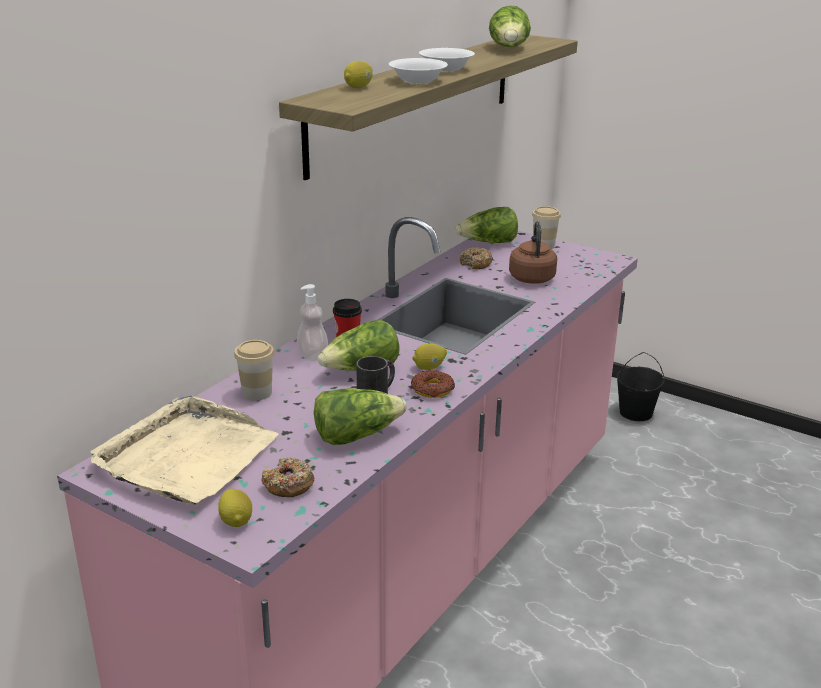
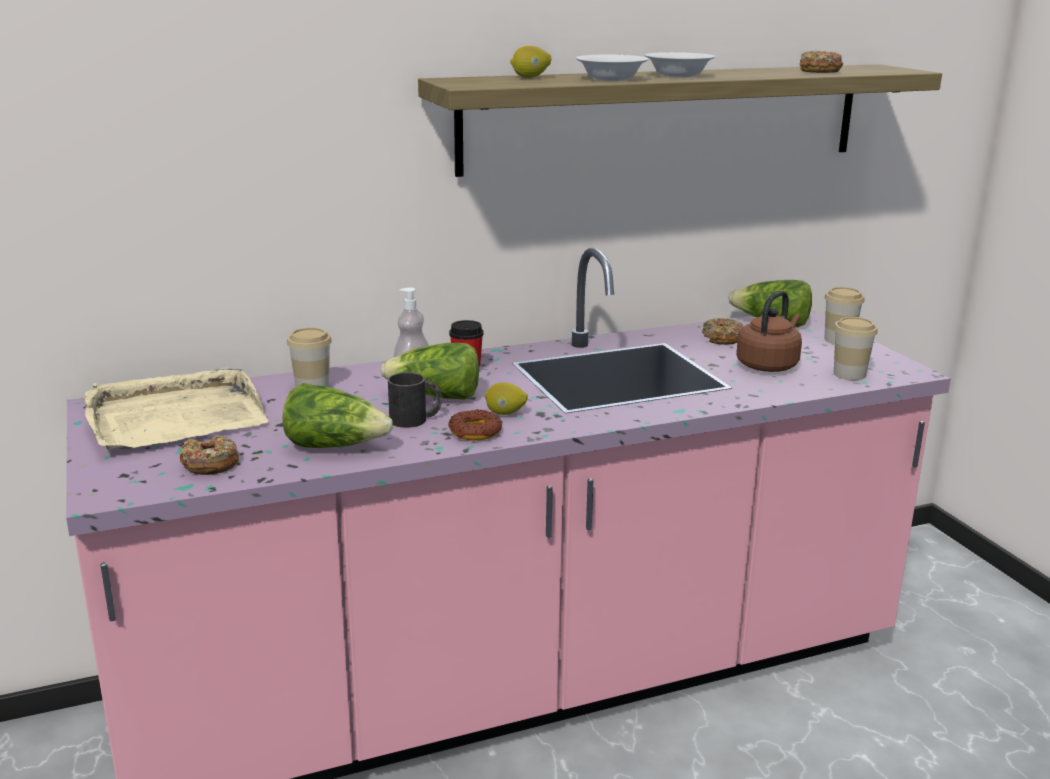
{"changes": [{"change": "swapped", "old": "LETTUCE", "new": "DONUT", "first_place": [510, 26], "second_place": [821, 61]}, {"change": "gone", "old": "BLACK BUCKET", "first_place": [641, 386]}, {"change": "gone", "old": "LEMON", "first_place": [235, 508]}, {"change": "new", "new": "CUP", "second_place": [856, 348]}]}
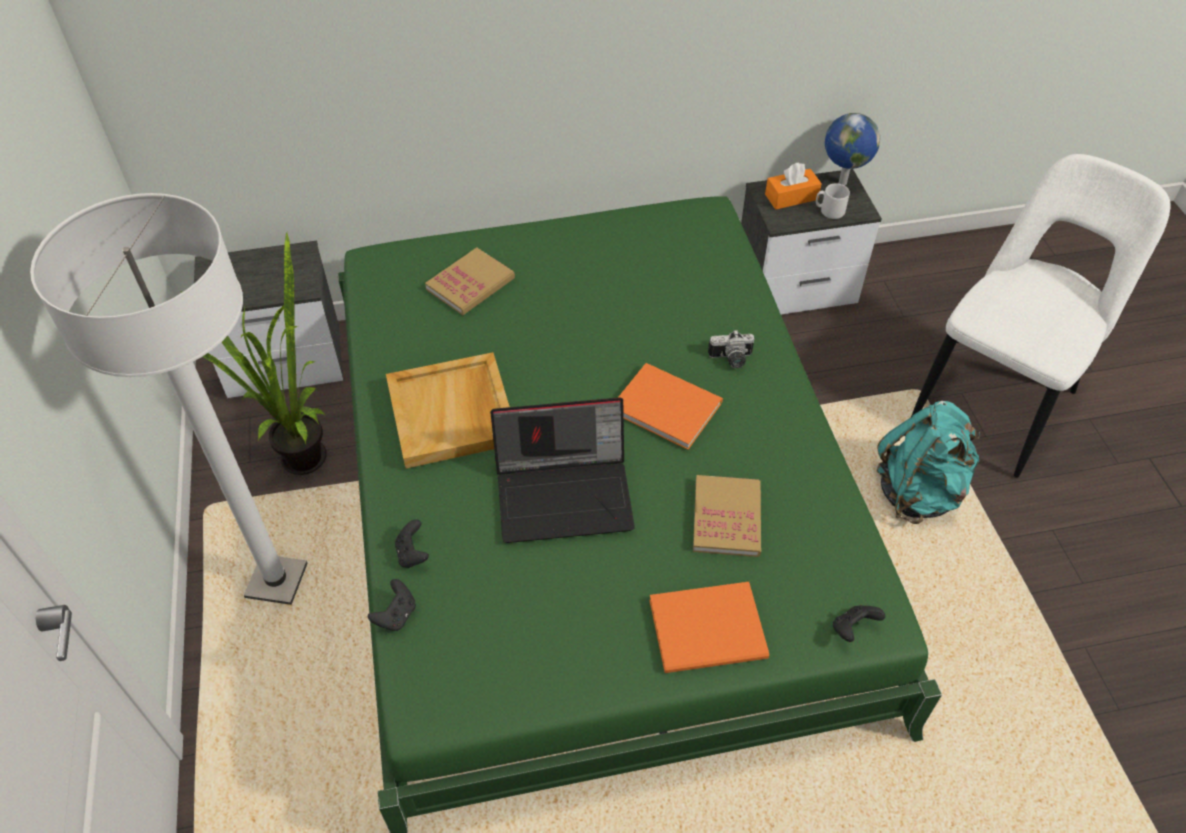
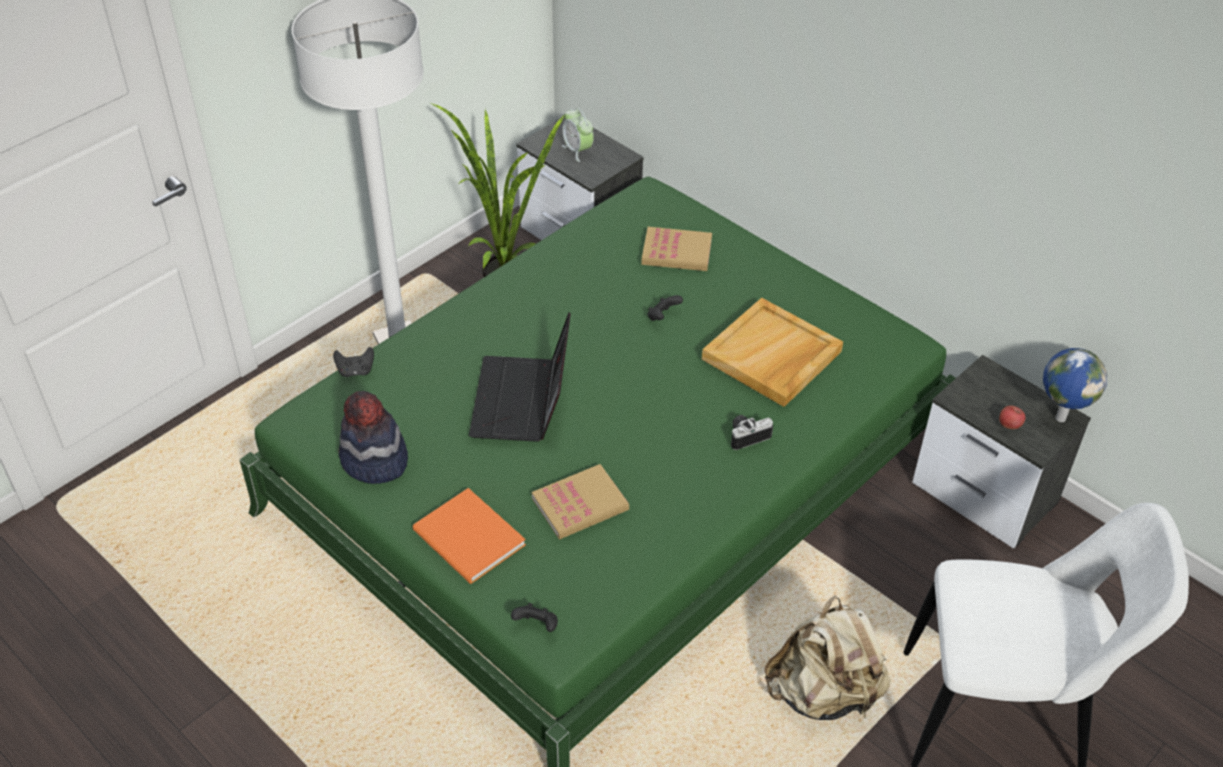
{"changes": [{"change": "gone", "old": "ORANGE TISSUE BOX", "first_place": [793, 186]}, {"change": "swapped", "old": "GREY MUG", "new": "APPLE", "first_place": [833, 201], "second_place": [1012, 417]}, {"change": "rotated", "old": "PHOTO CAMERA", "first_place": [731, 349], "second_place": [752, 432], "degrees": 105}, {"change": "shifted", "old": "BEIGE TRAY", "first_place": [448, 410], "second_place": [772, 352]}, {"change": "gone", "old": "ORANGE BOOK", "first_place": [670, 406]}, {"change": "rotated", "old": "LAPTOP", "first_place": [562, 470], "second_place": [520, 377], "degrees": 45}, {"change": "repainted", "old": "TURQUOISE BACKPACK", "new": "BEIGE BACKPACK", "first_place": [928, 462], "second_place": [827, 658]}, {"change": "shifted", "old": "BLACK GAME CONTROLLER", "first_place": [412, 543], "second_place": [665, 308]}, {"change": "new", "new": "ALARM CLOCK", "second_place": [578, 135]}, {"change": "new", "new": "HAT", "second_place": [373, 437]}]}
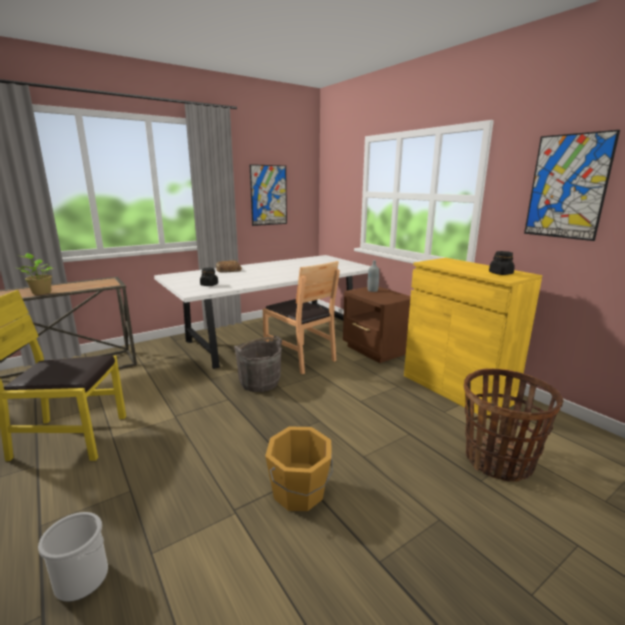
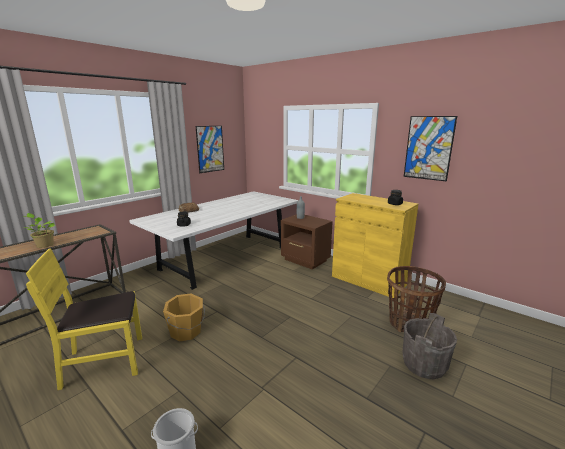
{"changes": [{"change": "gone", "old": "BROWN CHAIR", "first_place": [301, 317]}, {"change": "shifted", "old": "GREY BUCKET", "first_place": [258, 364], "second_place": [430, 346]}, {"change": "shifted", "old": "ORANGE BUCKET", "first_place": [299, 468], "second_place": [184, 317]}]}
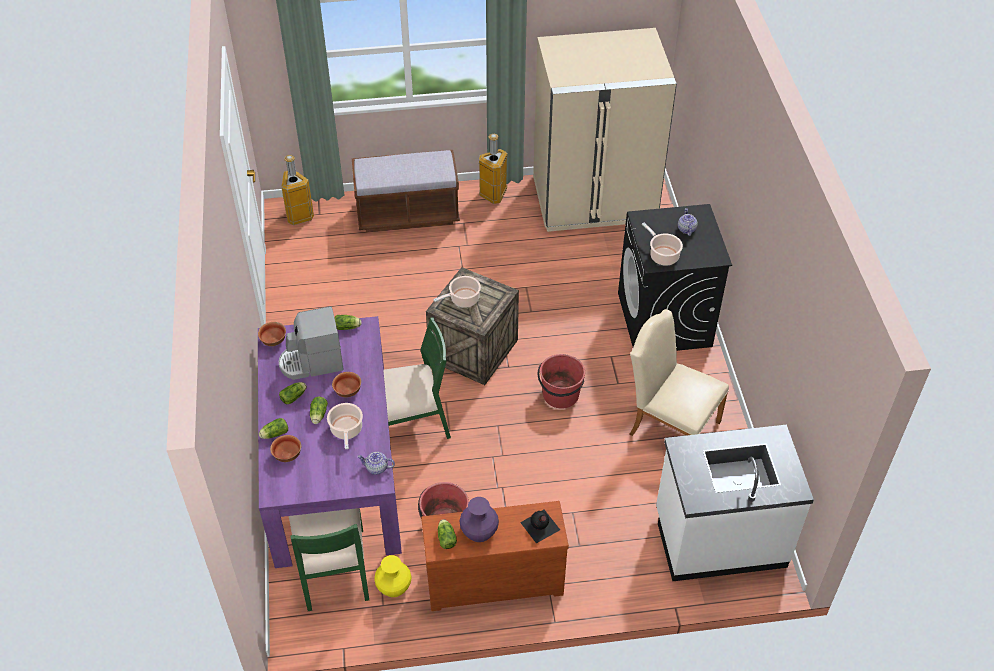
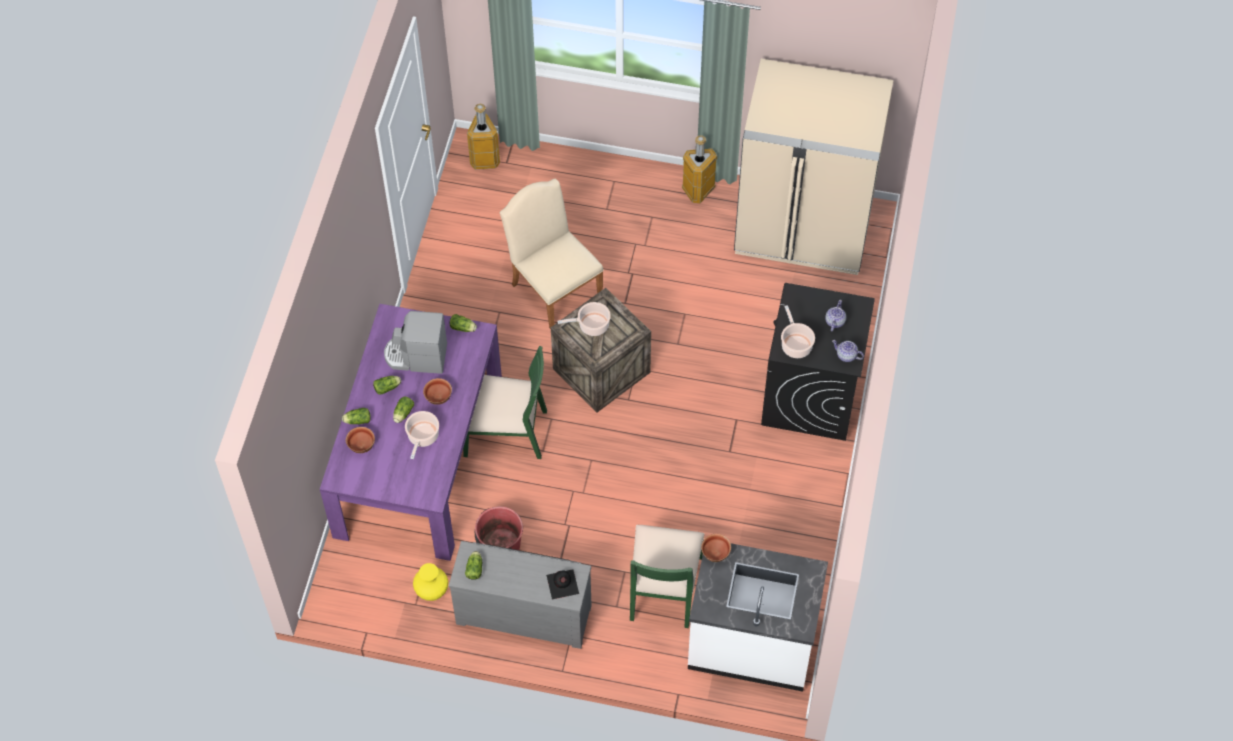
{"changes": [{"change": "gone", "old": "BROWN BENCH", "first_place": [406, 191]}, {"change": "shifted", "old": "BEIGE CHAIR", "first_place": [679, 372], "second_place": [552, 254]}, {"change": "shifted", "old": "BOWL", "first_place": [272, 334], "second_place": [716, 548]}, {"change": "gone", "old": "RED BUCKET", "first_place": [561, 381]}, {"change": "shifted", "old": "TEAPOT", "first_place": [376, 463], "second_place": [848, 351]}, {"change": "gone", "old": "PURPLE VASE", "first_place": [479, 519]}, {"change": "repainted", "old": "BROWN DRESSER", "new": "GREY DRESSER", "first_place": [495, 556], "second_place": [520, 595]}, {"change": "shifted", "old": "GREEN CHAIR", "first_place": [329, 559], "second_place": [667, 576]}]}
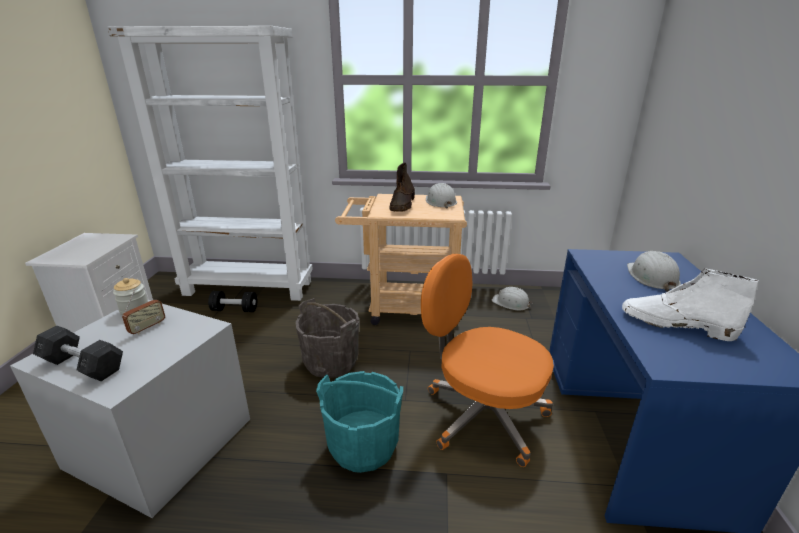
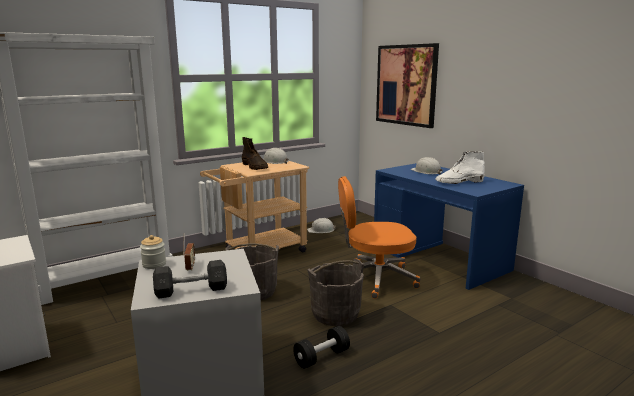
{"changes": [{"change": "shifted", "old": "BLACK DUMBBELL", "first_place": [232, 301], "second_place": [321, 347]}, {"change": "repainted", "old": "TURQUOISE BUCKET", "new": "GREY BUCKET", "first_place": [359, 422], "second_place": [335, 292]}, {"change": "new", "new": "PICTURE", "second_place": [407, 85]}]}
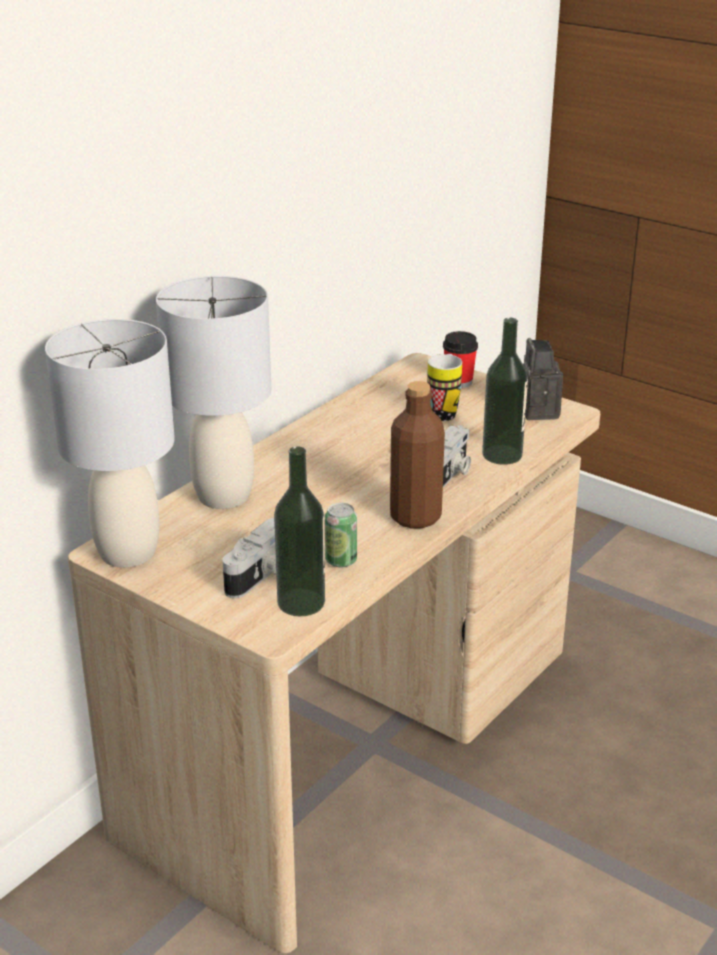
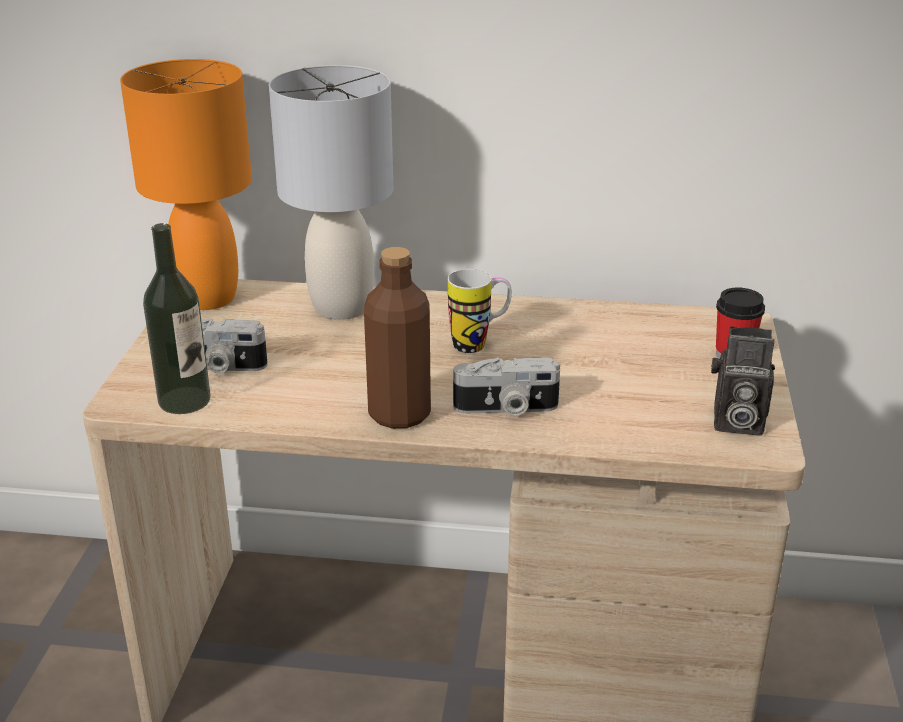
{"changes": [{"change": "gone", "old": "BOTTLE", "first_place": [505, 391]}, {"change": "repainted", "old": "GREY TABLE LAMP", "new": "ORANGE TABLE LAMP", "first_place": [110, 443], "second_place": [186, 184]}, {"change": "rotated", "old": "PHOTO CAMERA", "first_place": [543, 379], "second_place": [743, 381], "degrees": -135}, {"change": "shifted", "old": "MUG", "first_place": [445, 387], "second_place": [480, 311]}, {"change": "gone", "old": "CAN", "first_place": [341, 535]}]}
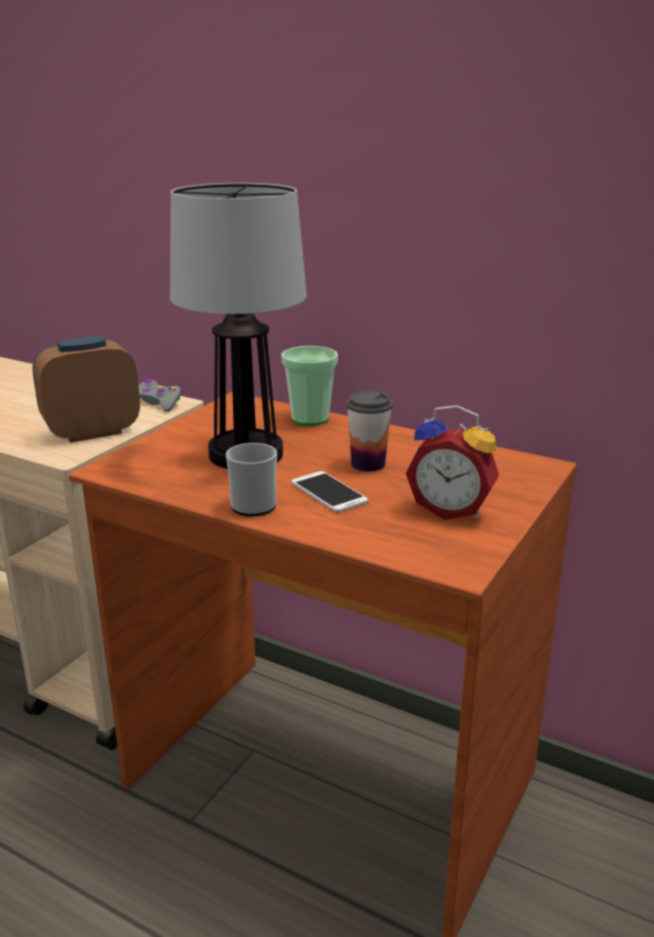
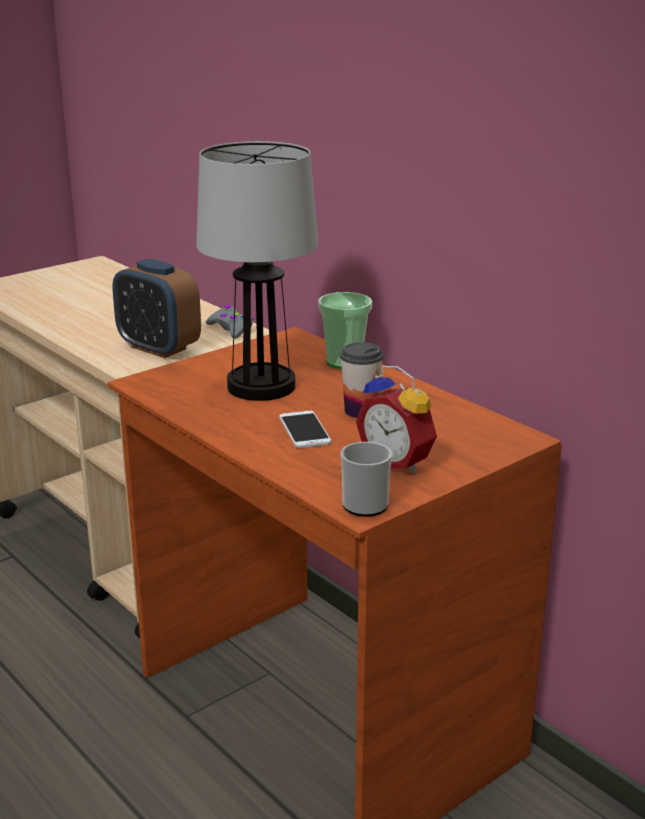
{"changes": [{"change": "rotated", "old": "ALARM CLOCK", "first_place": [86, 389], "second_place": [156, 308], "degrees": -135}, {"change": "shifted", "old": "MUG", "first_place": [251, 479], "second_place": [366, 479]}]}
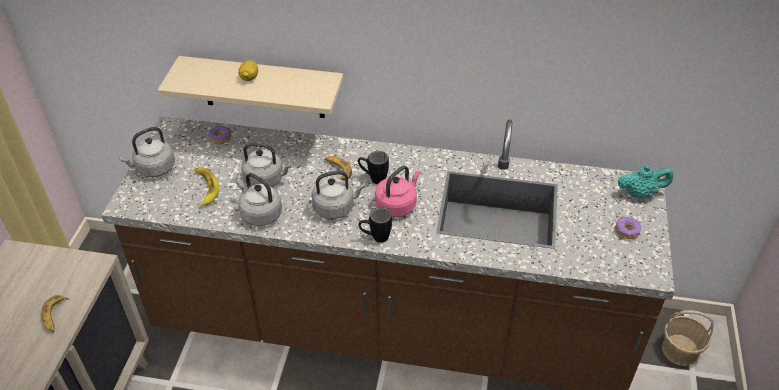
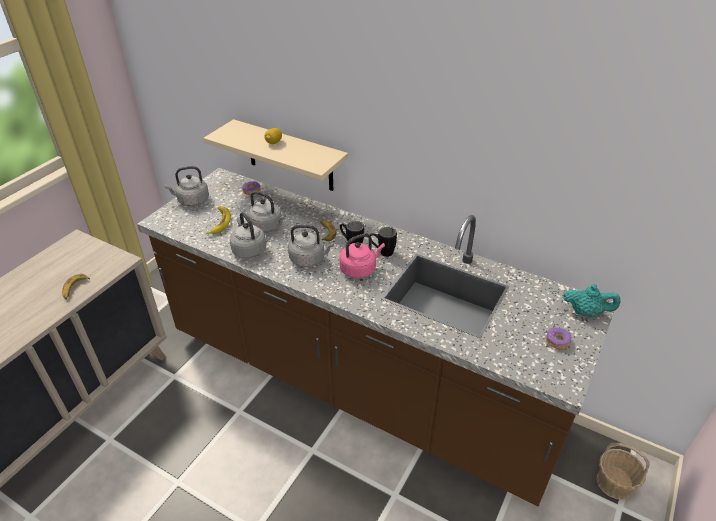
{"changes": [{"change": "shifted", "old": "BLACK MUG", "first_place": [375, 225], "second_place": [383, 242]}]}
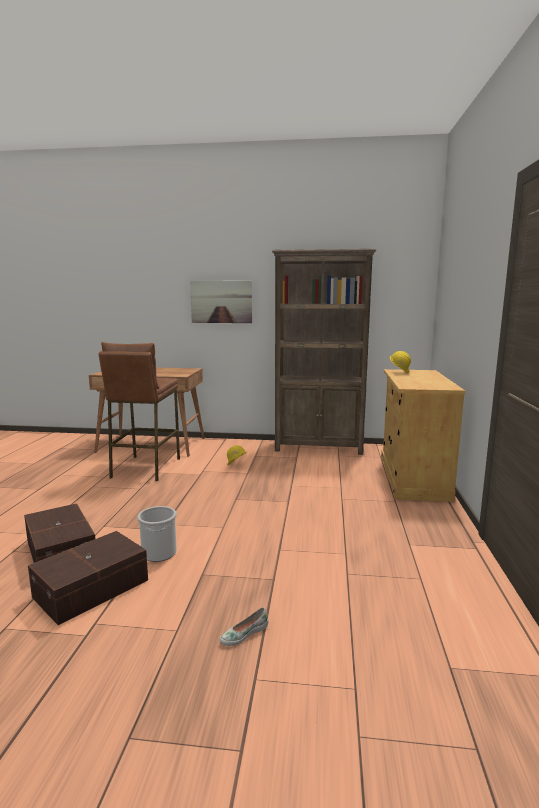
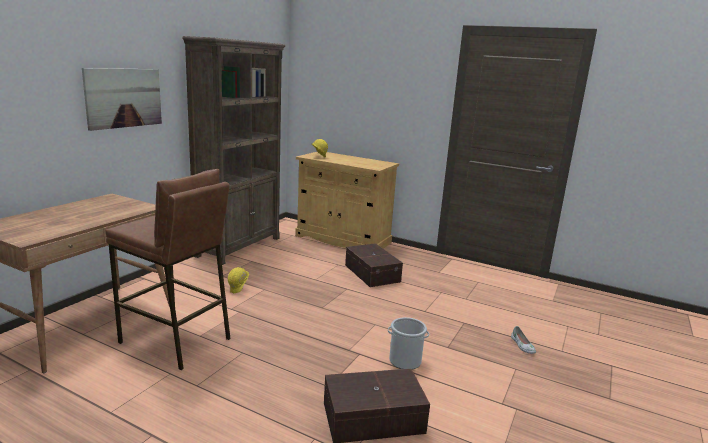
{"changes": [{"change": "shifted", "old": "BROWN STORAGE BOX", "first_place": [88, 578], "second_place": [374, 265]}]}
